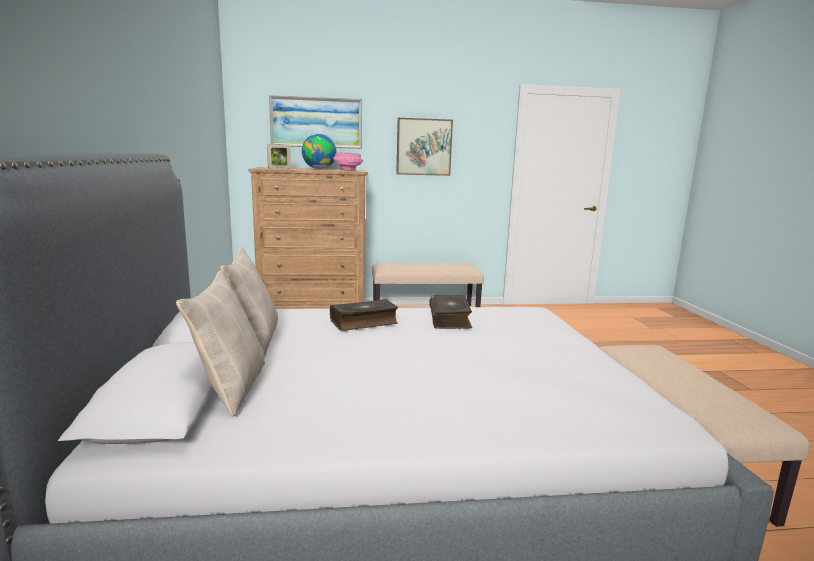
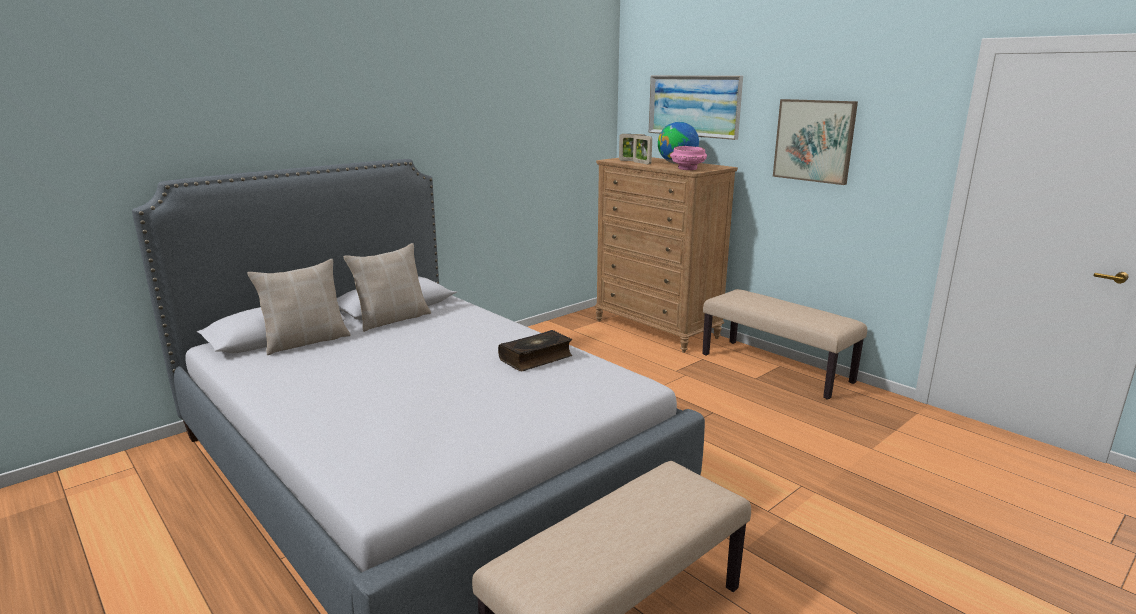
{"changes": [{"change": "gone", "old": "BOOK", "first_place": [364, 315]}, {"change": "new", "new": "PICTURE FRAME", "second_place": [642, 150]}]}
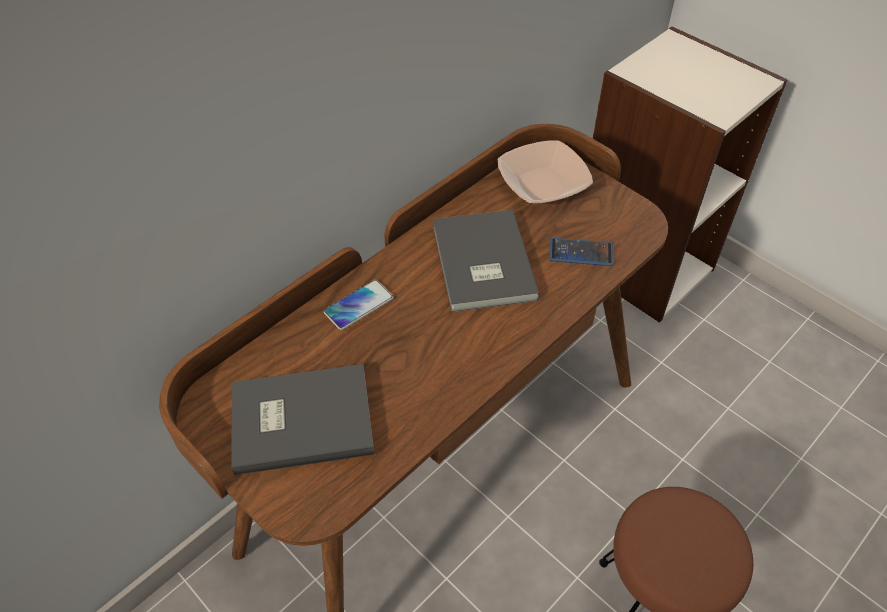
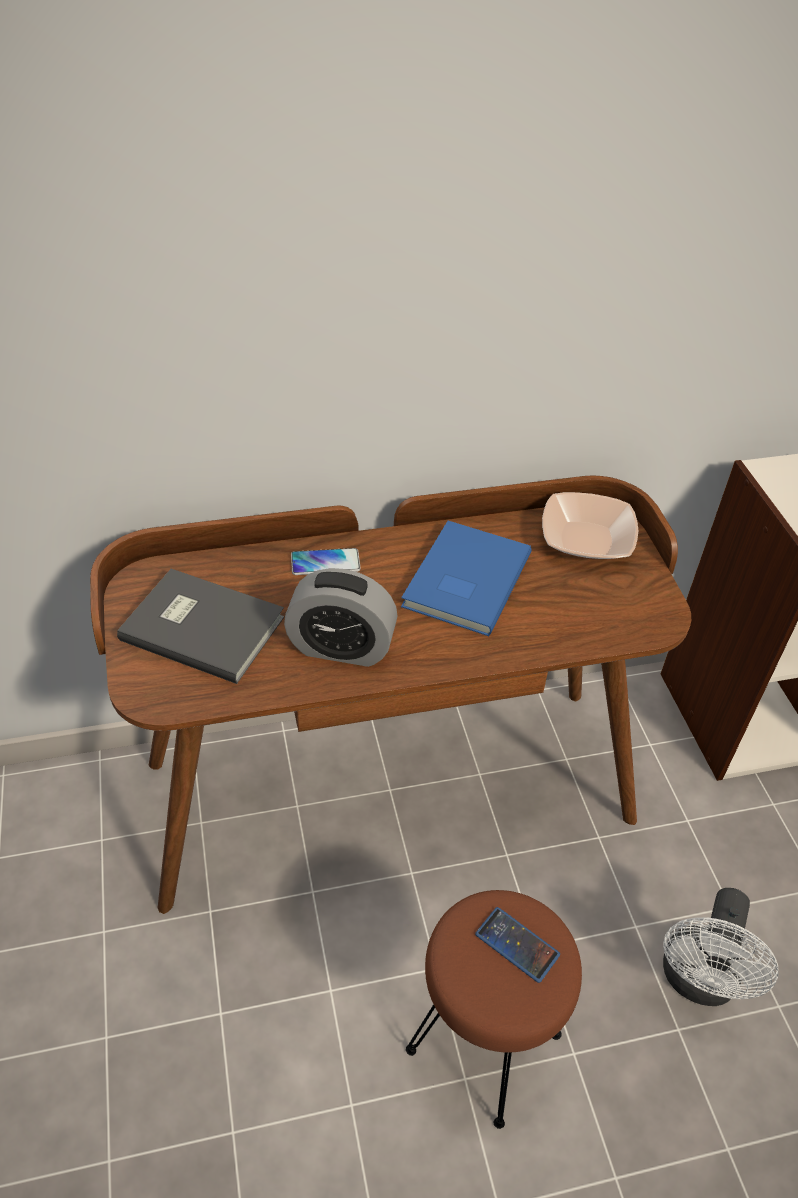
{"changes": [{"change": "repainted", "old": "GREY BOOK", "new": "BLUE BOOK", "first_place": [486, 261], "second_place": [466, 578]}, {"change": "shifted", "old": "PHONE", "first_place": [581, 252], "second_place": [517, 945]}, {"change": "new", "new": "ALARM CLOCK", "second_place": [341, 617]}, {"change": "new", "new": "WHITE FAN", "second_place": [720, 947]}]}
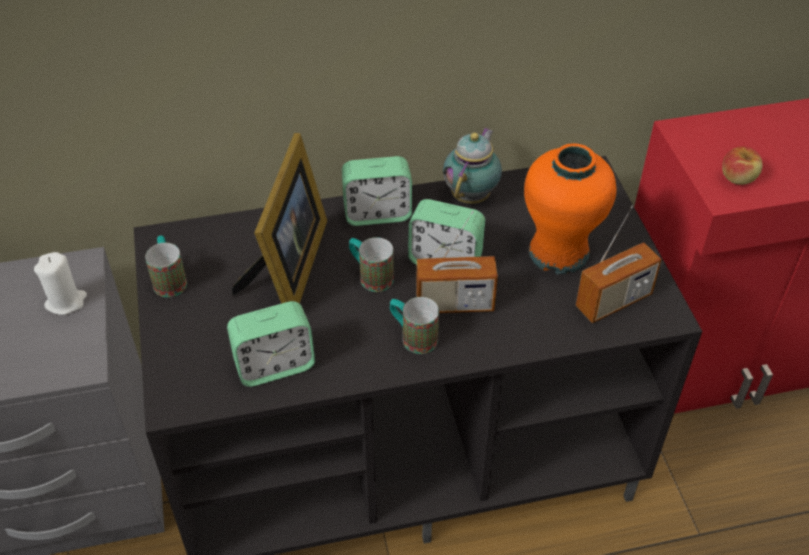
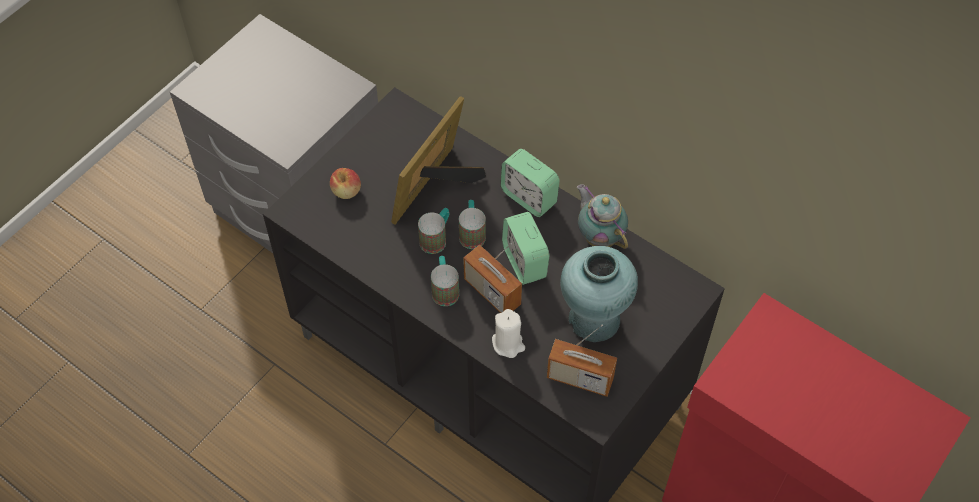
{"changes": [{"change": "rotated", "old": "TEAPOT", "first_place": [472, 165], "second_place": [602, 216], "degrees": -105}, {"change": "rotated", "old": "PICTURE FRAME", "first_place": [279, 218], "second_place": [438, 160], "degrees": 150}, {"change": "repainted", "old": "ORANGE VASE", "new": "TURQUOISE VASE", "first_place": [570, 208], "second_place": [599, 294]}, {"change": "shifted", "old": "APPLE", "first_place": [742, 165], "second_place": [345, 183]}, {"change": "shifted", "old": "MUG", "first_place": [166, 266], "second_place": [433, 231]}, {"change": "shifted", "old": "WHITE CANDLE", "first_place": [60, 283], "second_place": [508, 333]}, {"change": "gone", "old": "ALARM CLOCK", "first_place": [271, 344]}]}
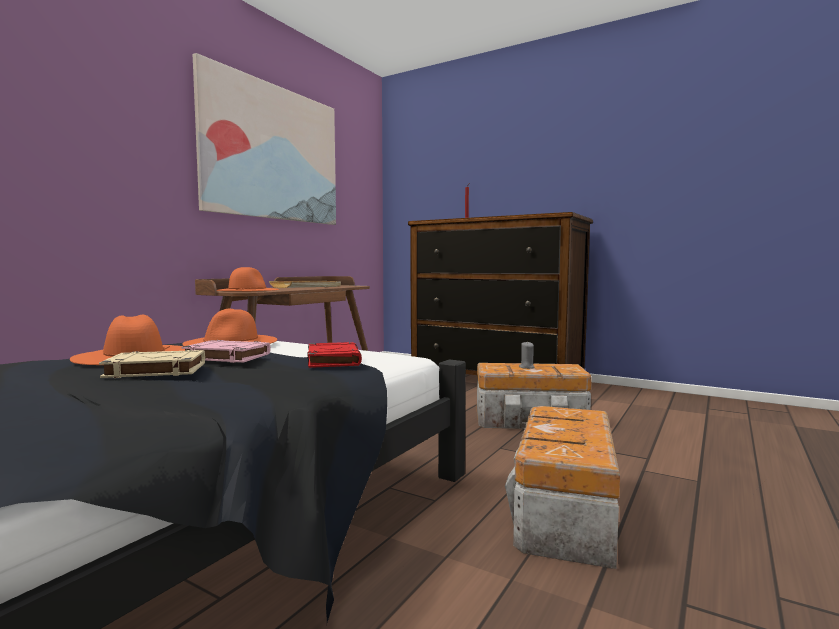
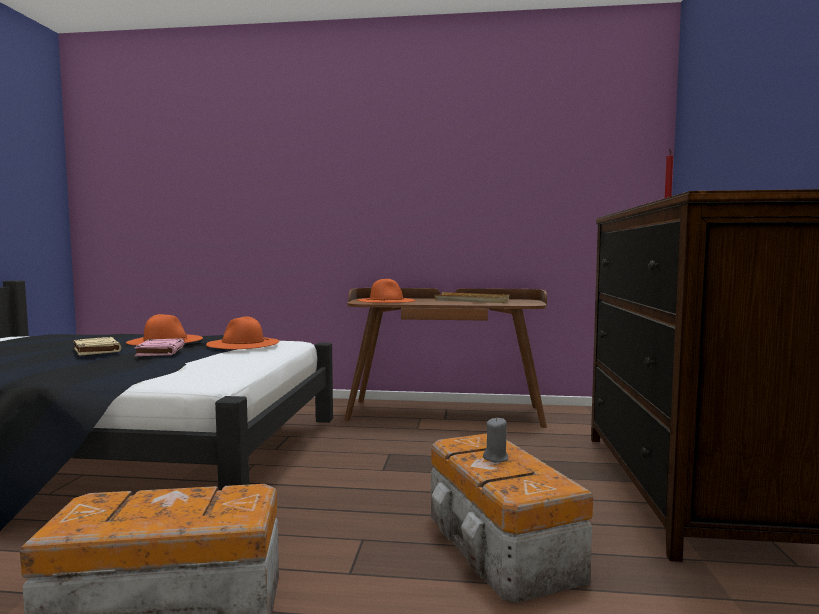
{"changes": [{"change": "gone", "old": "PICTURE", "first_place": [264, 139]}, {"change": "gone", "old": "RED BOOK", "first_place": [334, 355]}]}
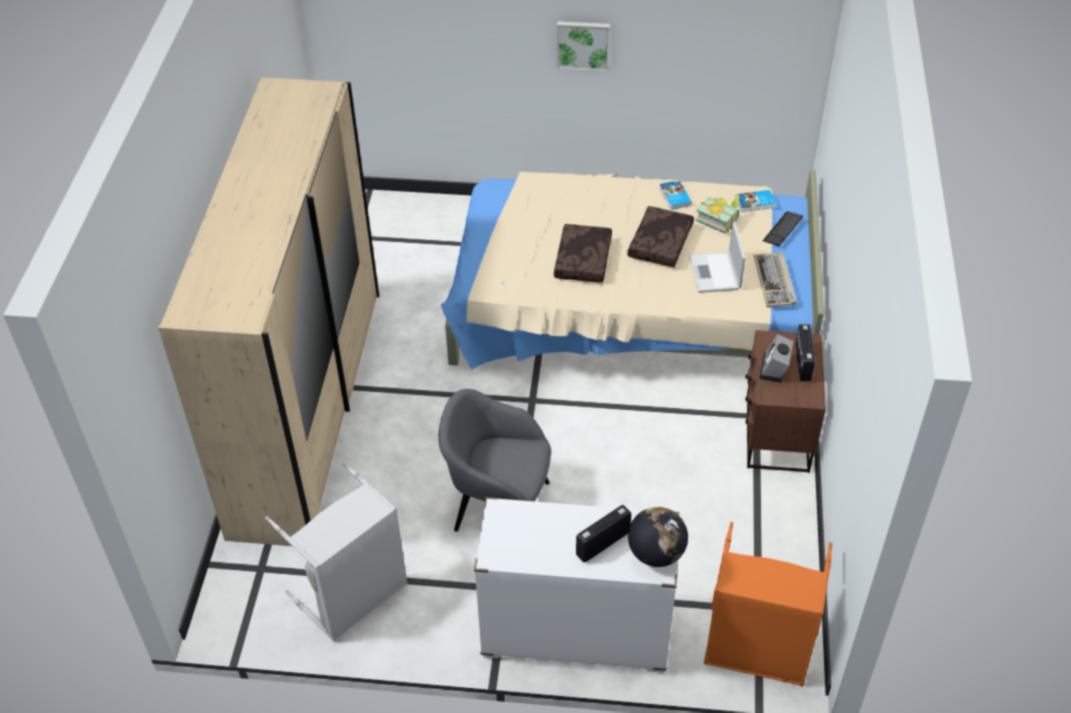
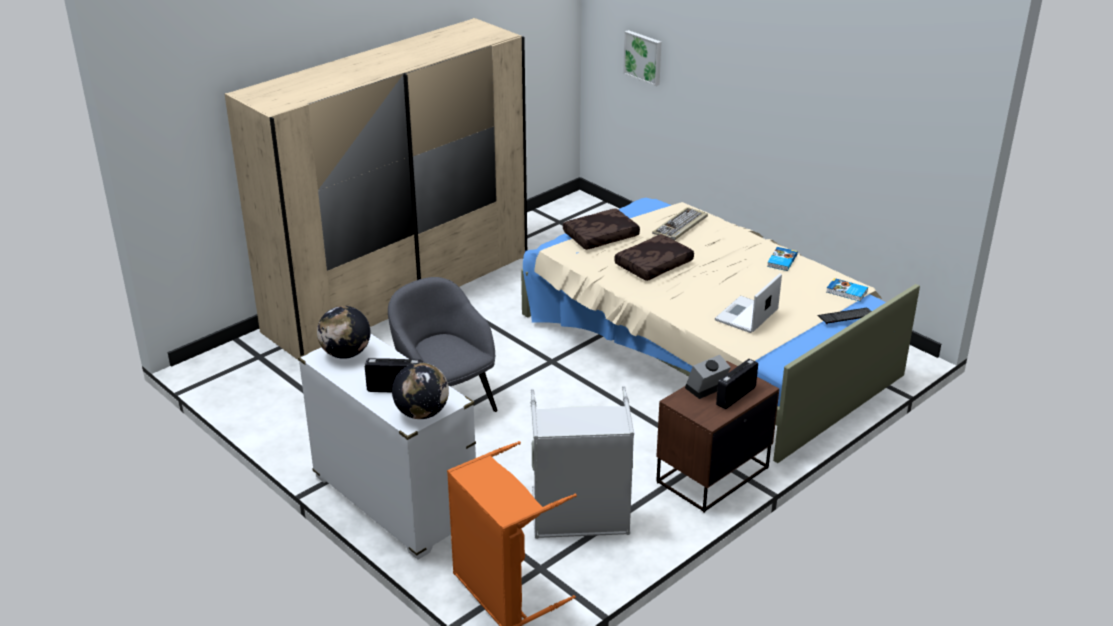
{"changes": [{"change": "shifted", "old": "PICTURE", "first_place": [583, 46], "second_place": [642, 58]}, {"change": "gone", "old": "BOOK", "first_place": [718, 214]}, {"change": "shifted", "old": "BROWN PILLOW", "first_place": [660, 236], "second_place": [601, 229]}, {"change": "shifted", "old": "KEYBOARD", "first_place": [775, 280], "second_place": [680, 223]}, {"change": "shifted", "old": "GREY LAUNDRY BASKET", "first_place": [336, 551], "second_place": [582, 462]}, {"change": "new", "new": "GLOBE", "second_place": [344, 332]}]}
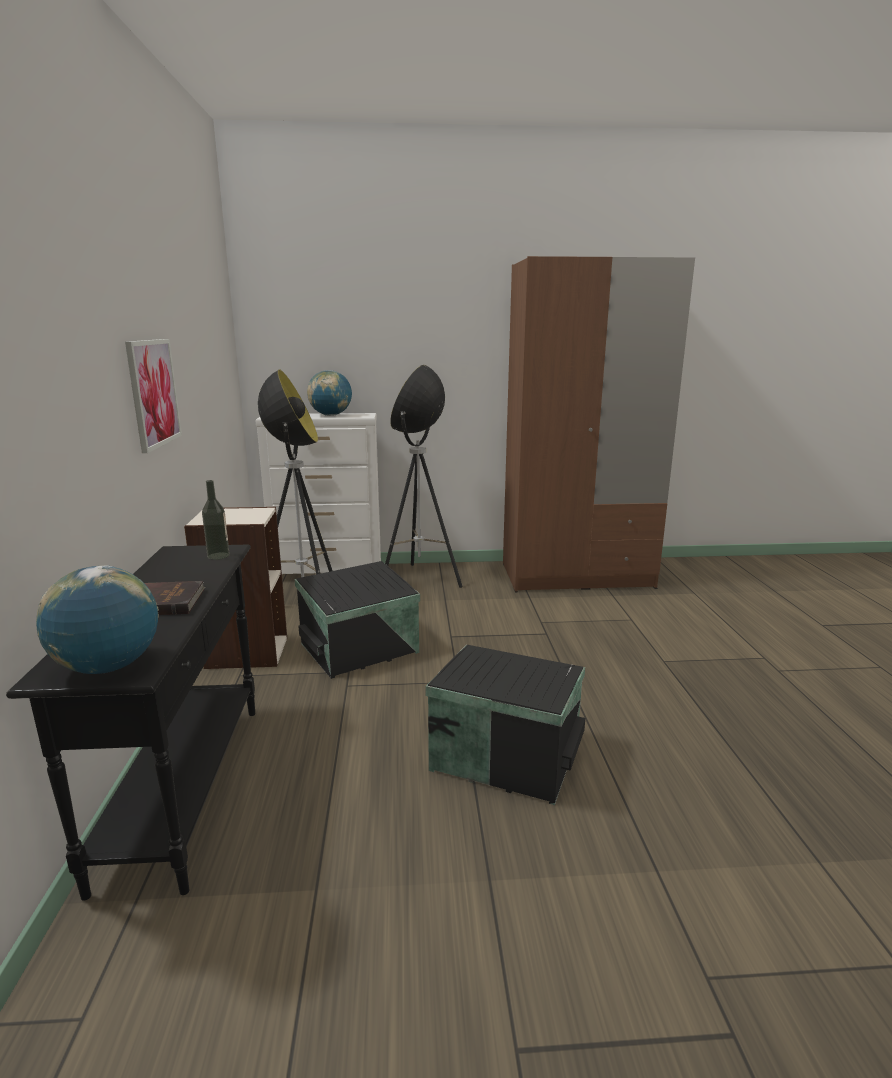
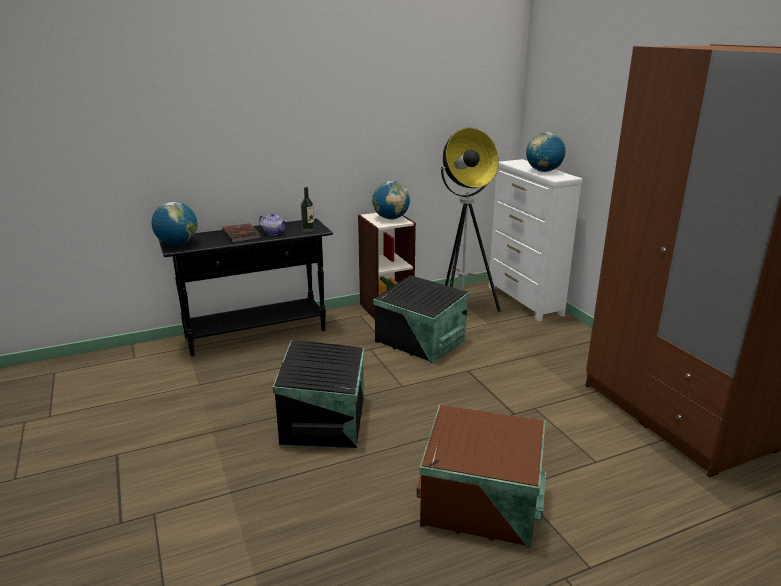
{"changes": [{"change": "gone", "old": "PICTURE", "first_place": [153, 396]}, {"change": "gone", "old": "FLOOR LAMP", "first_place": [423, 476]}, {"change": "new", "new": "GLOBE", "second_place": [391, 200]}, {"change": "new", "new": "TEAPOT", "second_place": [273, 224]}, {"change": "new", "new": "BROWN STORAGE BOX", "second_place": [481, 476]}]}
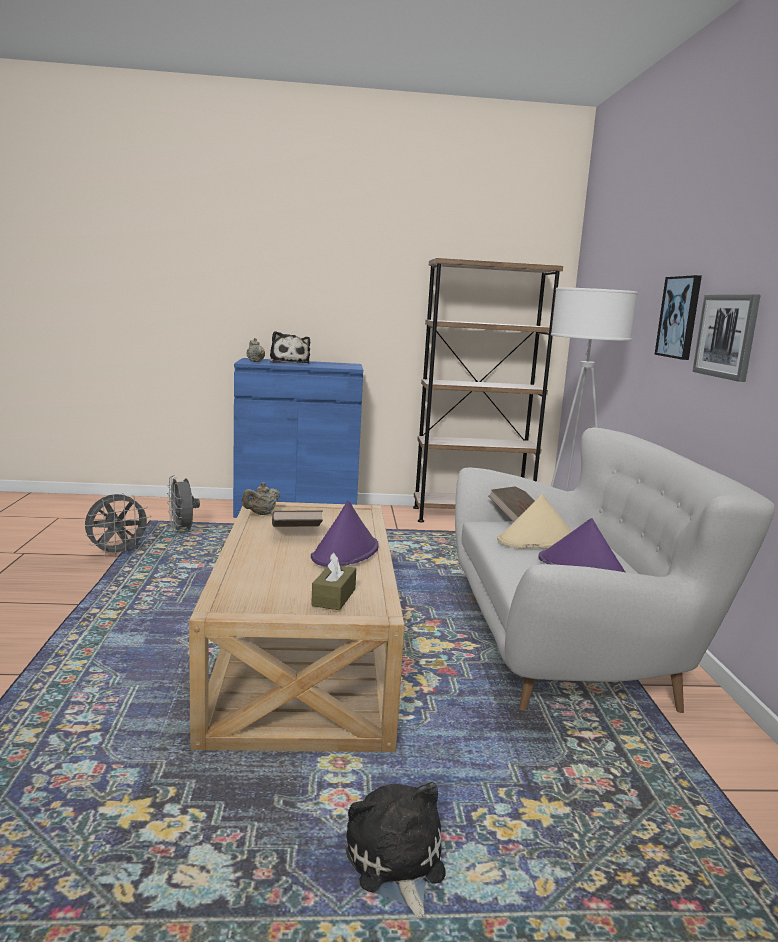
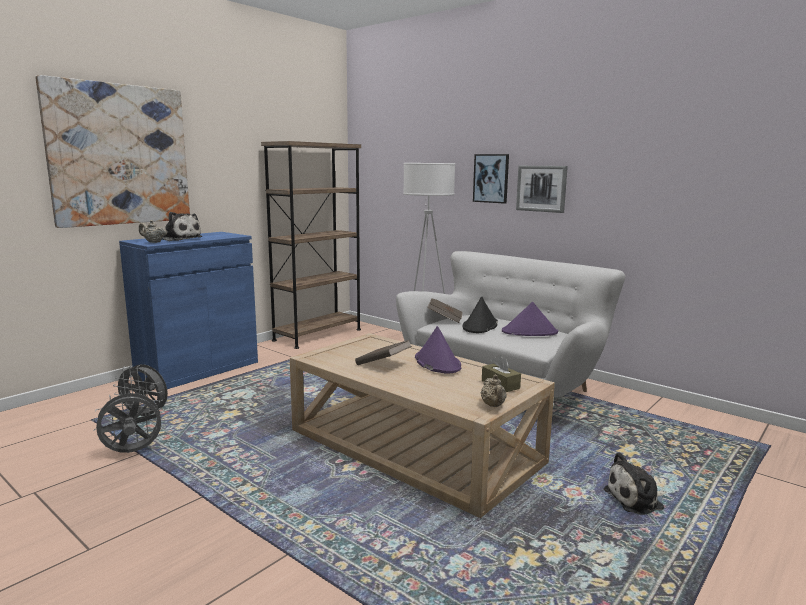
{"changes": [{"change": "shifted", "old": "BEIGE TEAPOT", "first_place": [261, 498], "second_place": [494, 391]}, {"change": "rotated", "old": "GREY FAN", "first_place": [118, 525], "second_place": [128, 421], "degrees": -120}, {"change": "repainted", "old": "BEIGE HAT", "new": "BLACK HAT", "first_place": [534, 521], "second_place": [480, 315]}, {"change": "rotated", "old": "PLUSH TOY", "first_place": [396, 850], "second_place": [635, 483], "degrees": -45}, {"change": "new", "new": "PICTURE", "second_place": [112, 151]}]}
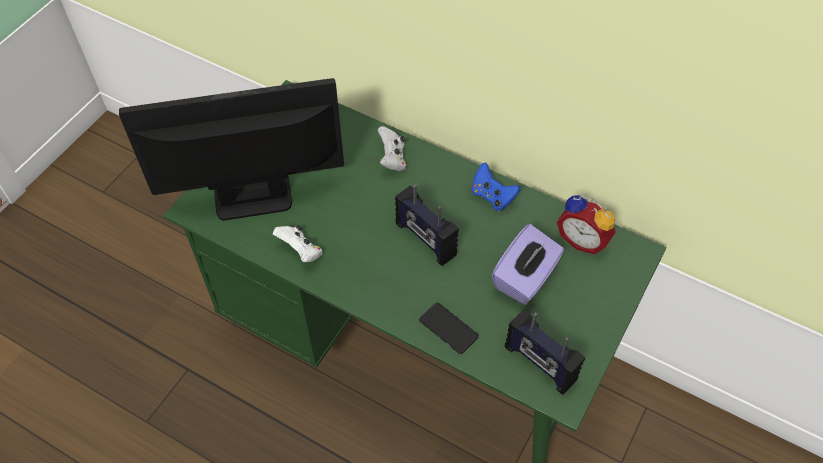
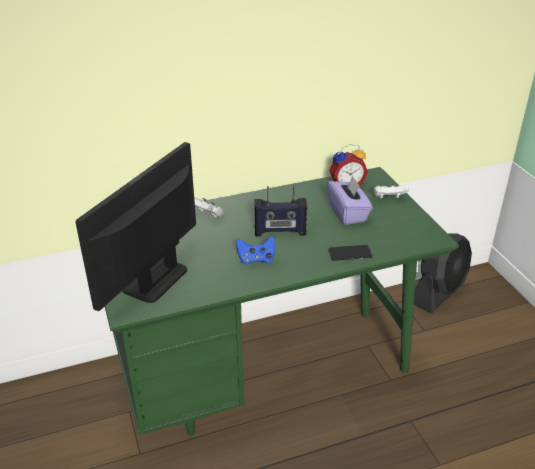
{"changes": [{"change": "shifted", "old": "BLUE GAME CONTROLLER", "first_place": [495, 187], "second_place": [255, 250]}, {"change": "shifted", "old": "WHITE GAME CONTROLLER", "first_place": [297, 243], "second_place": [391, 191]}, {"change": "gone", "old": "RADIO", "first_place": [545, 352]}, {"change": "new", "new": "BLACK FAN", "second_place": [443, 273]}]}
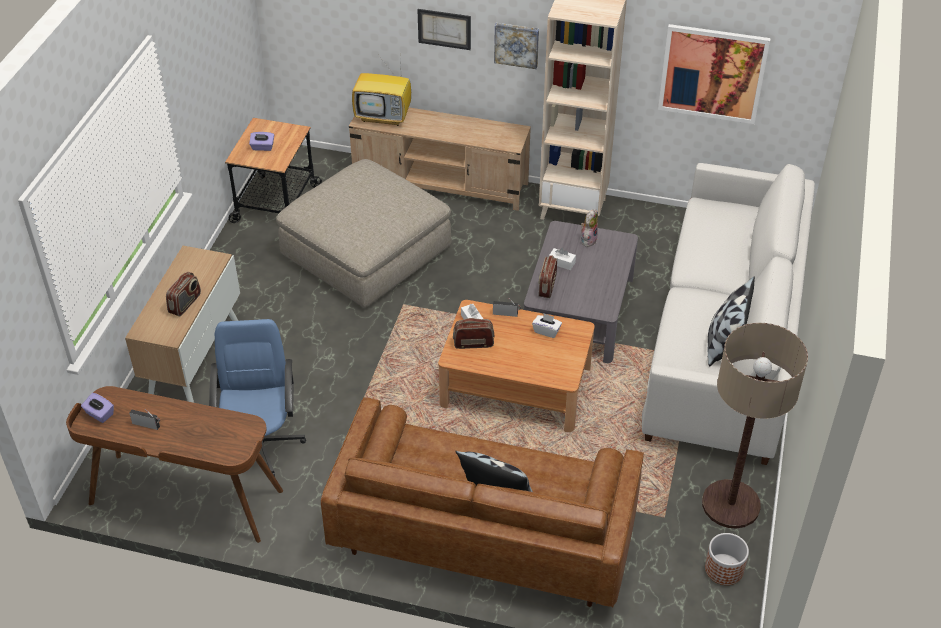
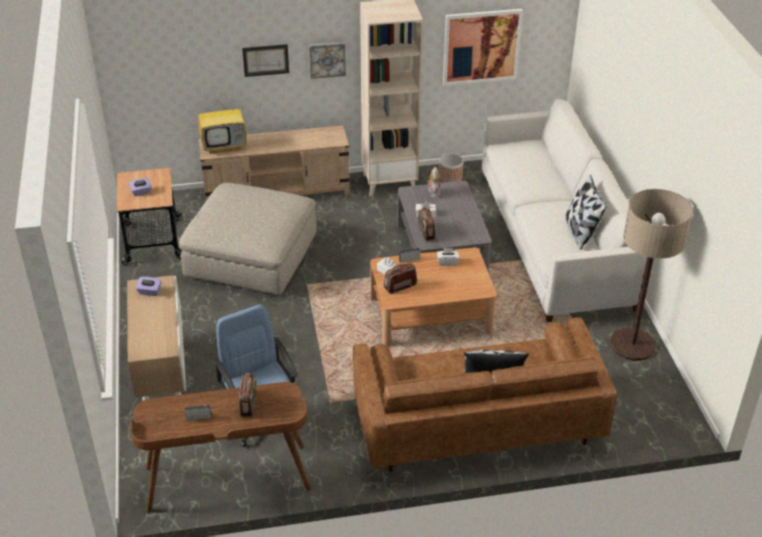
{"changes": [{"change": "shifted", "old": "RADIO", "first_place": [183, 294], "second_place": [247, 395]}, {"change": "shifted", "old": "PURPLE TISSUE BOX", "first_place": [97, 408], "second_place": [149, 286]}, {"change": "shifted", "old": "PLANTER", "first_place": [727, 559], "second_place": [451, 168]}]}
